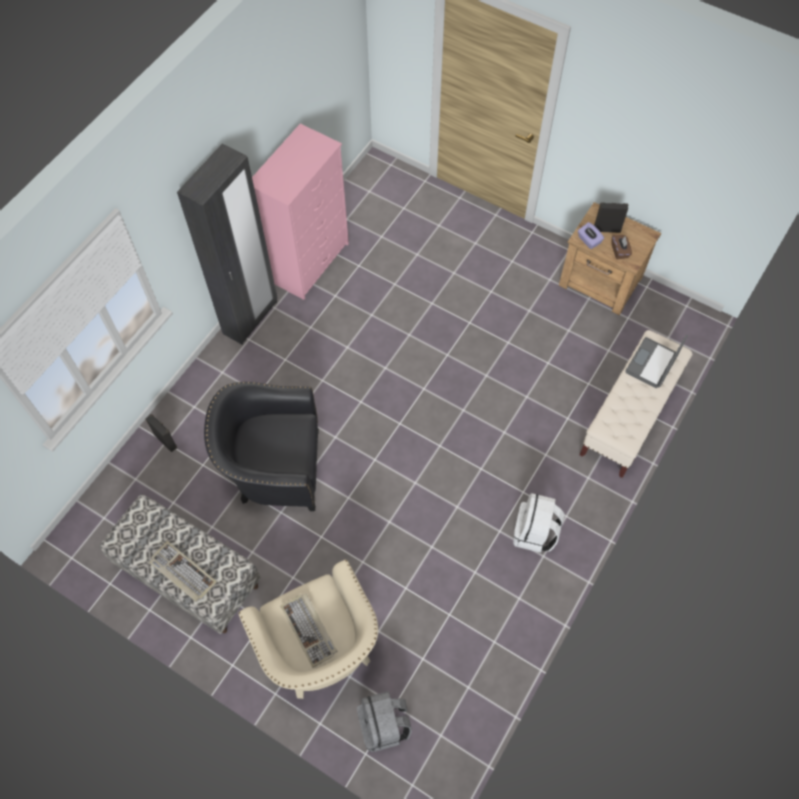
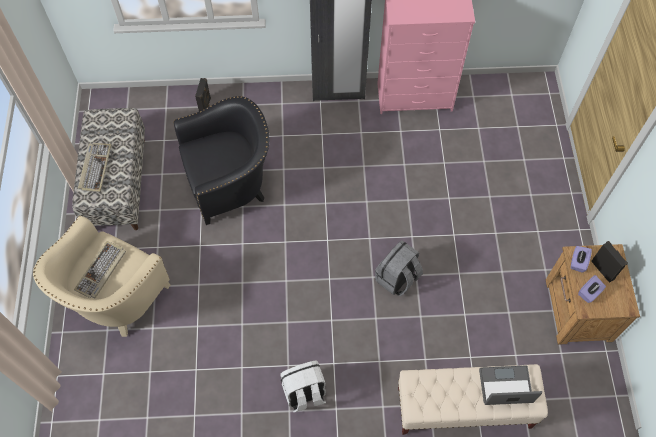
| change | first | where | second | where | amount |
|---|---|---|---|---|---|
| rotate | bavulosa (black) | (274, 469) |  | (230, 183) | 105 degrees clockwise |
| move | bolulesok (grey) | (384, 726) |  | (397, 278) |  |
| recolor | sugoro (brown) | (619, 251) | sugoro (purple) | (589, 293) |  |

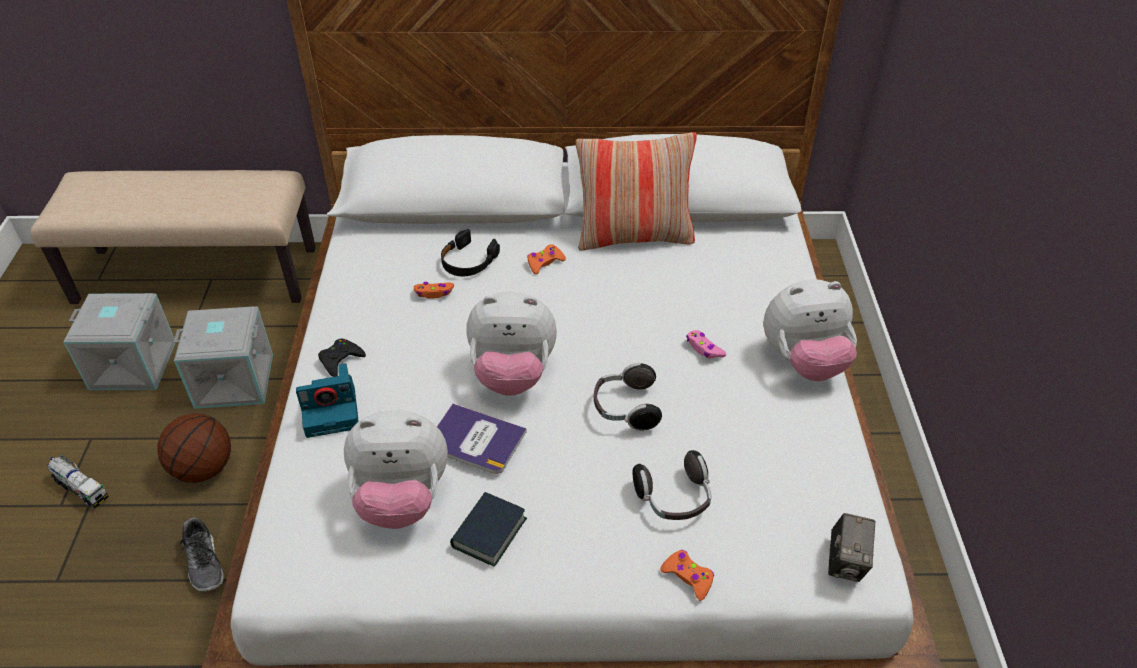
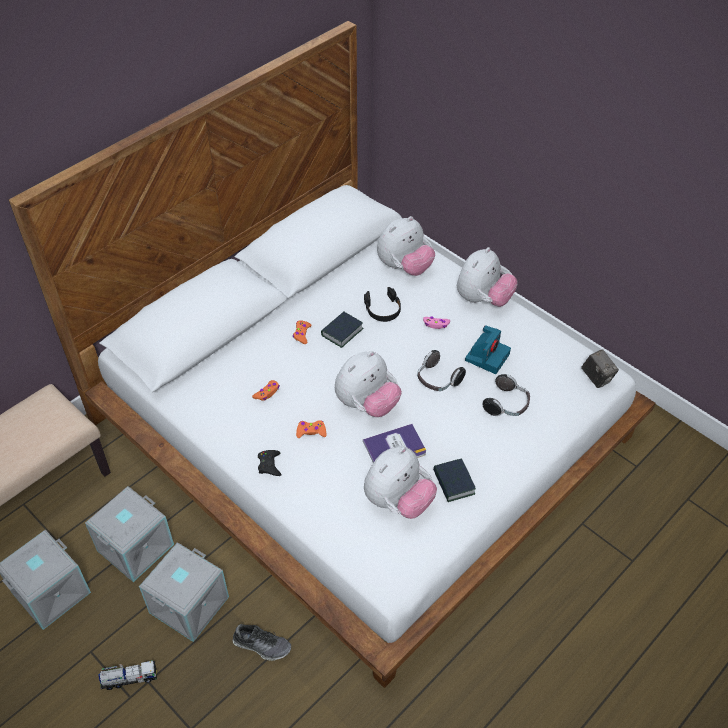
| change | first | where | second | where | amount |
|---|---|---|---|---|---|
| replace | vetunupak | (203, 469) | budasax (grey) | (190, 606) |  |
| move | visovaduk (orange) | (688, 577) |  | (311, 431) |  |
| insert |  |  | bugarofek | (342, 332) |  |
| move | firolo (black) | (468, 261) |  | (383, 309) |  |
| insert |  |  | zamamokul | (404, 267) |  |
| move | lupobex | (332, 411) |  | (487, 356) |  |
| delete | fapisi | (634, 236) |  |  |  |

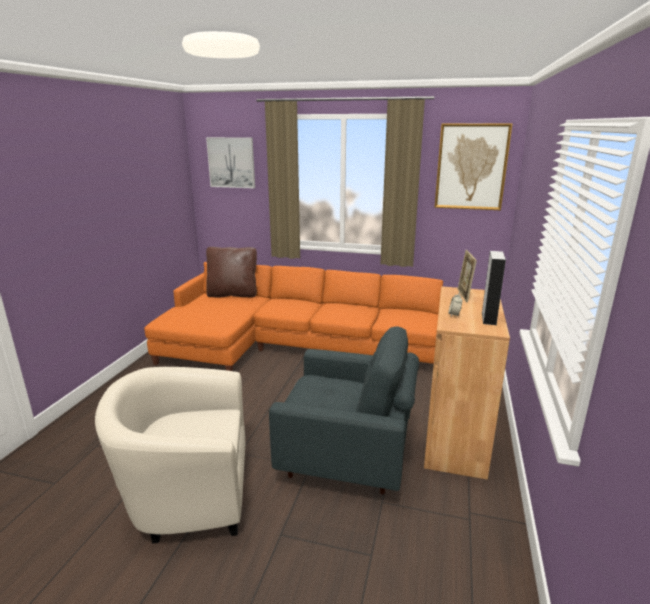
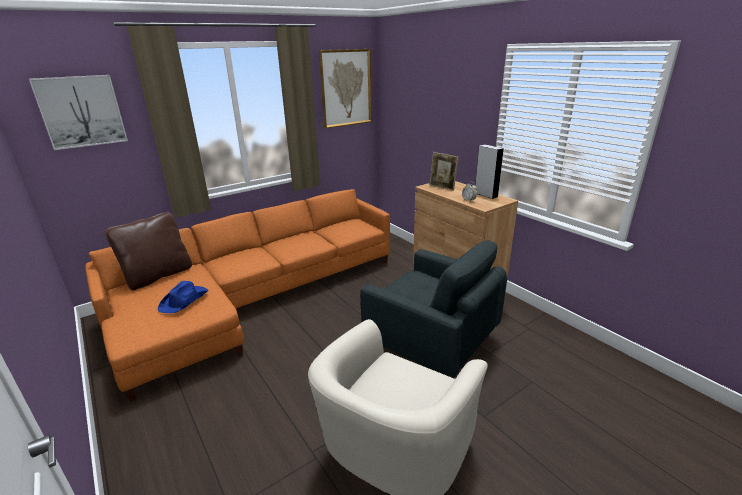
| change | first | where | second | where | amount |
|---|---|---|---|---|---|
| insert |  |  | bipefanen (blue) | (185, 300) |  |
| rotate | bavulosa (grey) | (347, 457) |  | (432, 345) | 75 degrees clockwise |

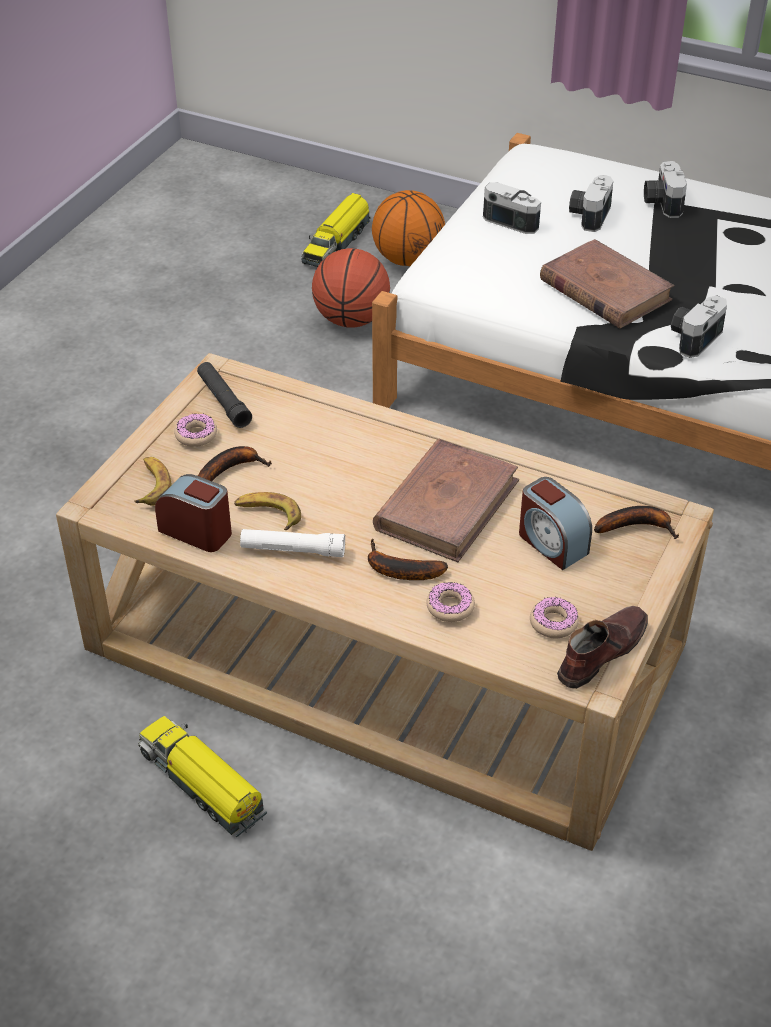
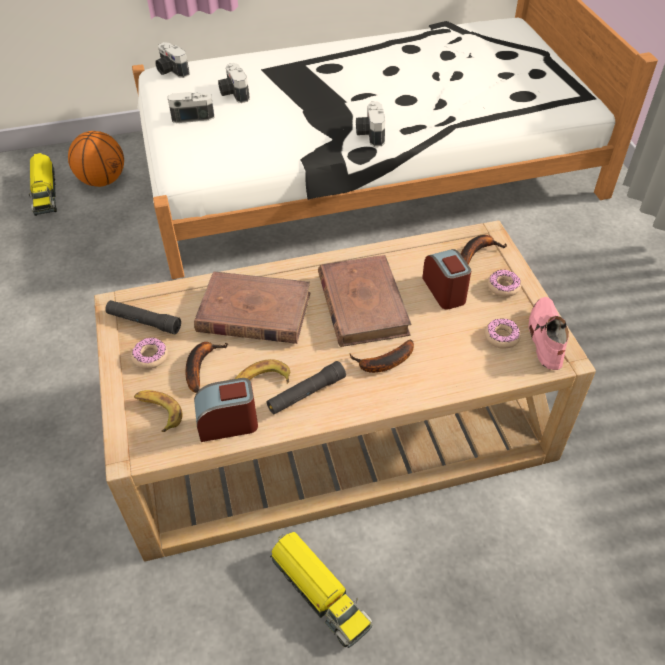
| change | first | where | second | where | amount |
|---|---|---|---|---|---|
| move | lupobex | (661, 202) |  | (171, 71) |  |
| move | bugarofek (brown) | (604, 290) |  | (253, 312) |  |
| recolor | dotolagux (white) | (292, 550) | dotolagux (black) | (306, 393) |  |
| rotate | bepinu | (203, 784) |  | (319, 592) | 135 degrees counterclockwise |
| rotate | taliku | (551, 543) |  | (445, 290) | 120 degrees counterclockwise |
| move | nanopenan | (450, 607) |  | (503, 287) |  |
| recolor | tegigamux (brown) | (600, 652) | tegigamux (pink) | (545, 337) |  |
| delete | vetunupak | (351, 320) |  |  |  |

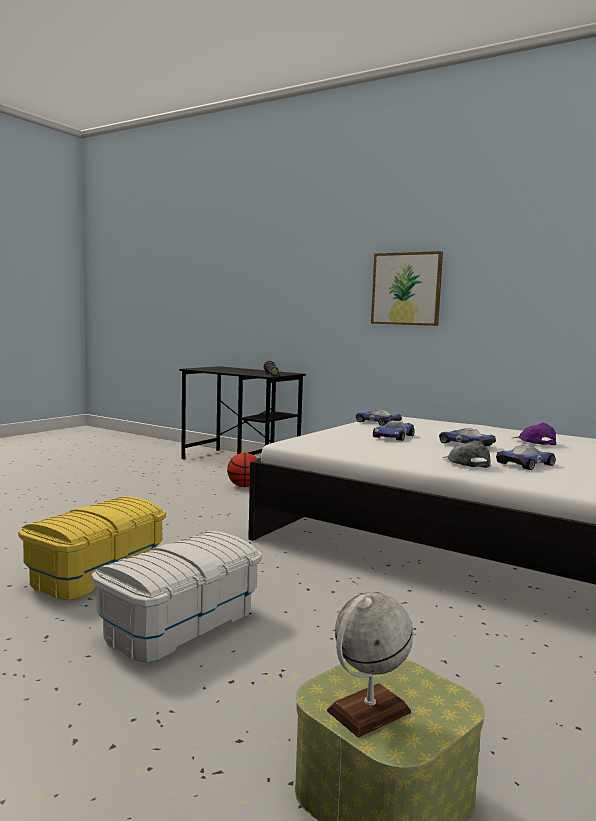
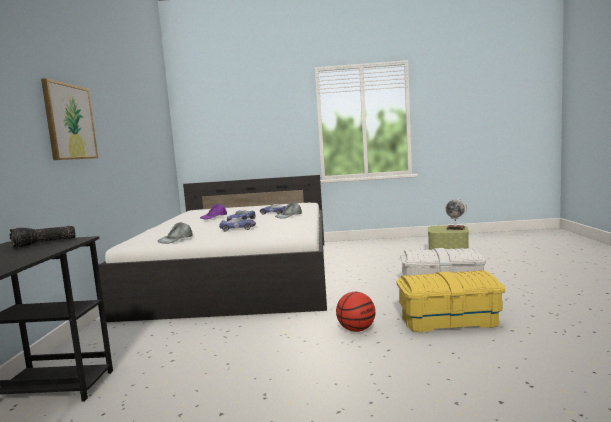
| change | first | where | second | where | amount |
|---|---|---|---|---|---|
| replace | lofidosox | (377, 422) | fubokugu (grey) | (176, 239) |  |
| move | vetunupak | (244, 486) |  | (356, 329) |  |

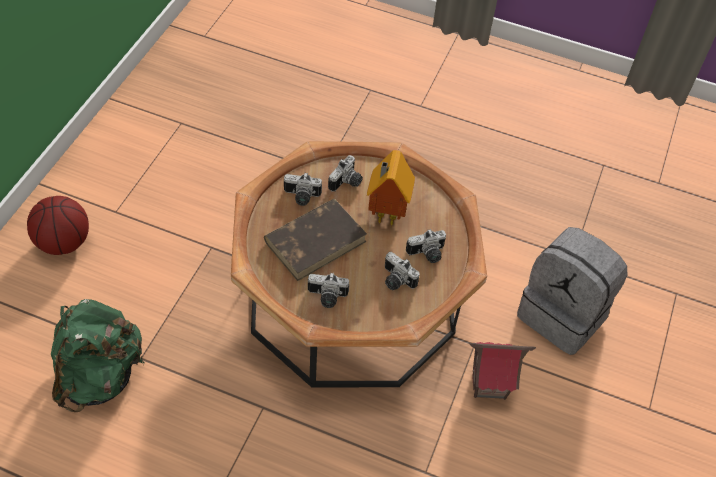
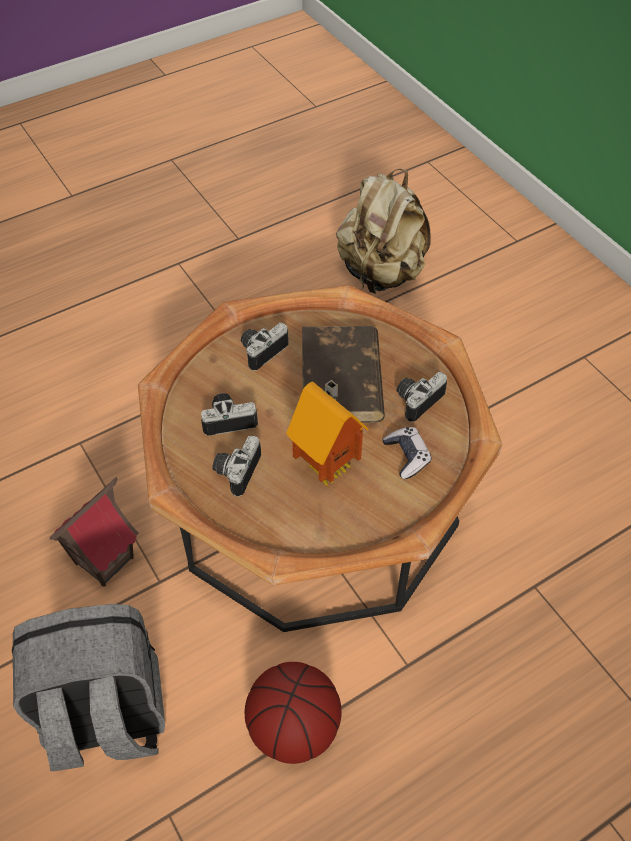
| change | first | where | second | where | amount |
|---|---|---|---|---|---|
| move | vetunupak | (63, 242) |  | (294, 727) |  |
| recolor | bolulesok (green) | (100, 376) | bolulesok (beige) | (381, 273) |  |
| replace | lupobex | (347, 183) | visovaduk | (407, 456) |  |

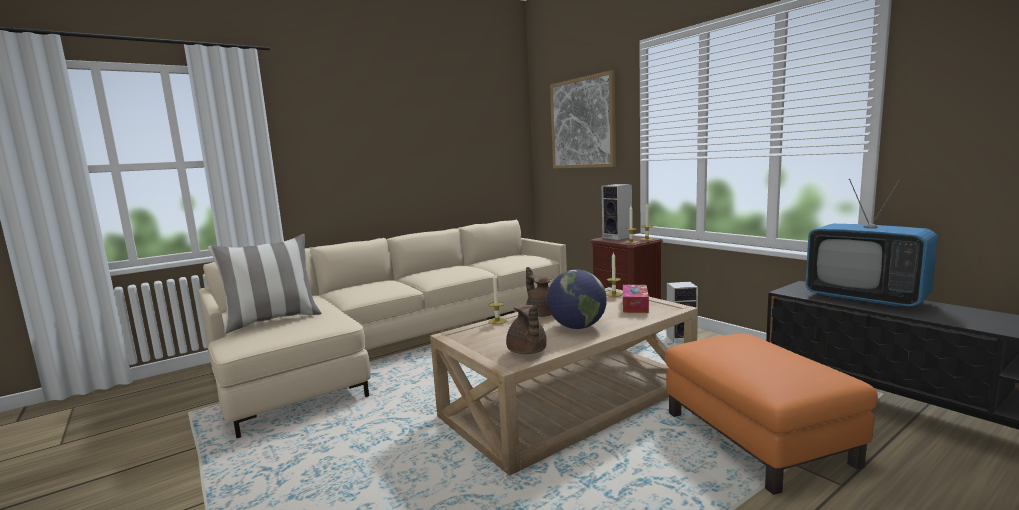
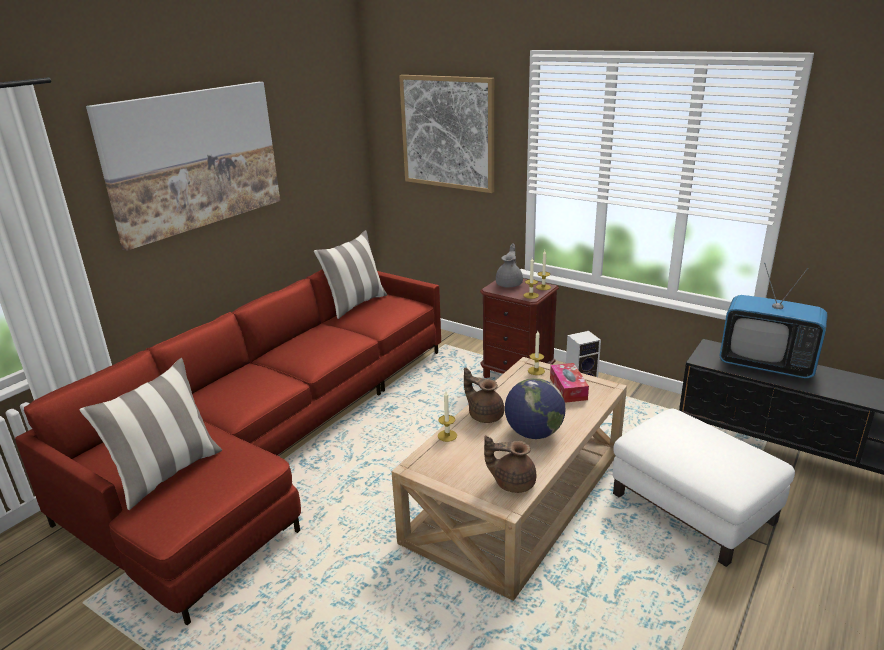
| change | first | where | second | where | amount |
|---|---|---|---|---|---|
| recolor | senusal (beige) | (398, 343) | senusal (red) | (274, 441) |  |
| insert |  |  | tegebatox | (194, 160) |  |
| insert |  |  | fapisi | (355, 304) |  |
| rotate | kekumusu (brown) | (527, 351) |  | (512, 482) | 135 degrees clockwise |
| replace | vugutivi | (618, 237) | kekumusu (grey) | (509, 284) |  |
| recolor | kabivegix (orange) | (757, 438) | kabivegix (white) | (693, 508) |  |

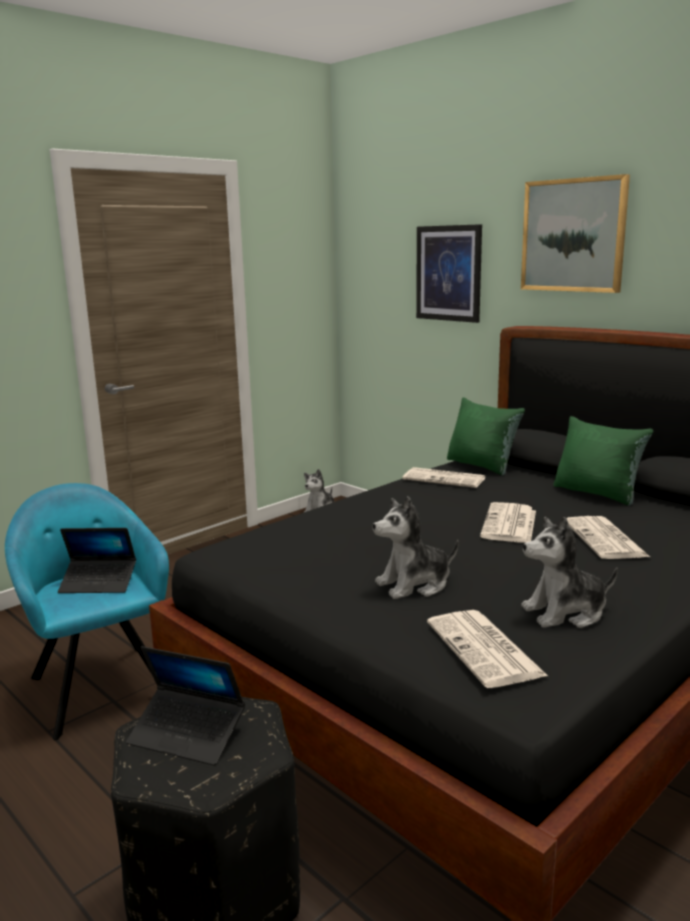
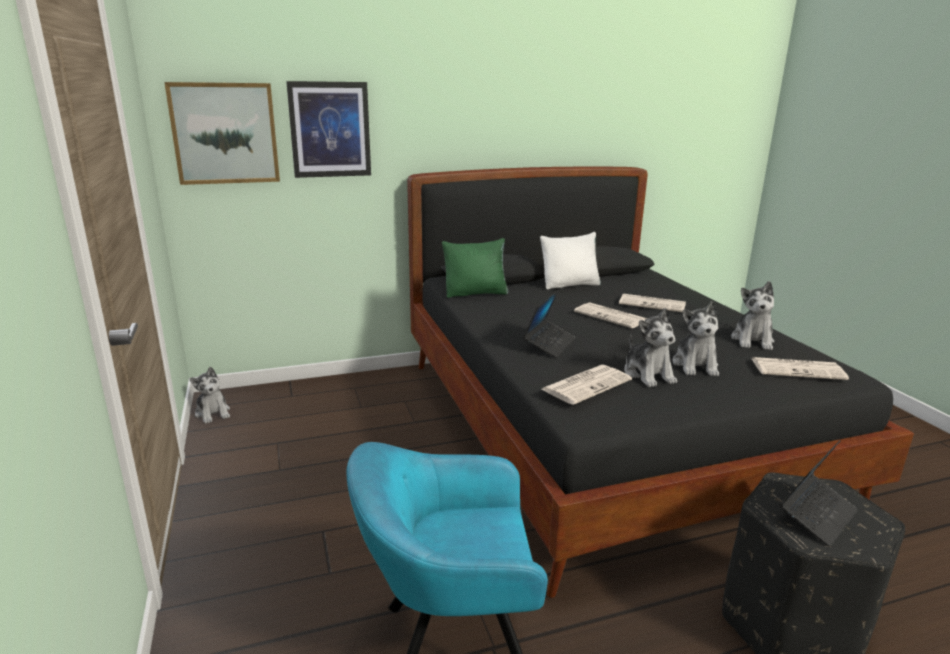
| change | first | where | second | where | amount |
|---|---|---|---|---|---|
| move | tegebatox | (573, 235) |  | (225, 133) |  |
| move | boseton | (99, 583) |  | (549, 344) |  |
| recolor | fapisi (green) | (597, 493) | fapisi (white) | (570, 285) |  |
| move | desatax | (445, 479) |  | (587, 384) |  |
| insert |  |  | zamamokul | (648, 374) |  |

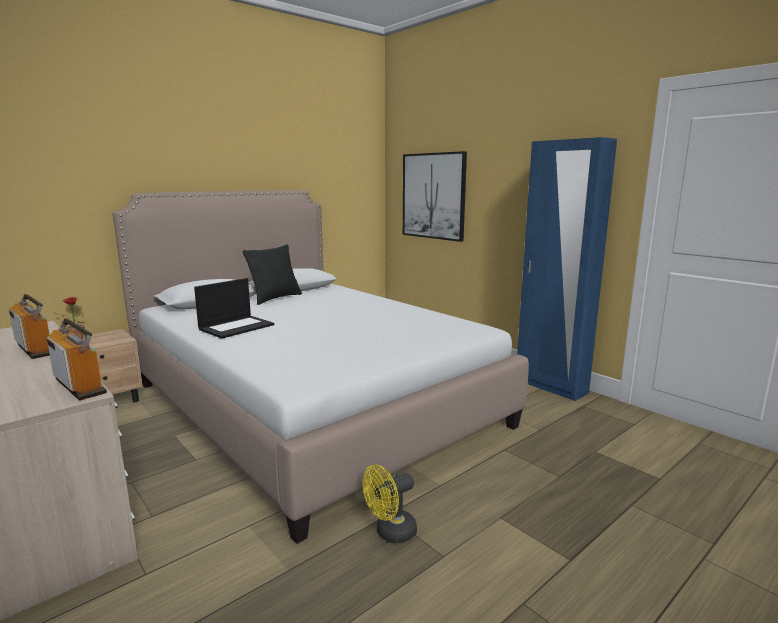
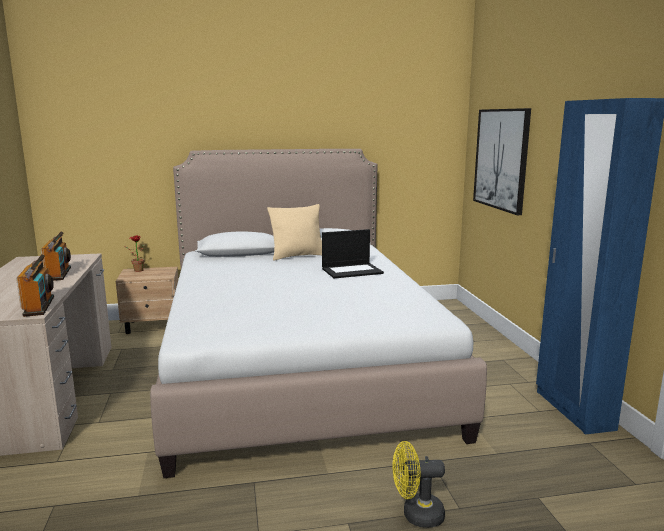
| change | first | where | second | where | amount |
|---|---|---|---|---|---|
| recolor | fapisi (black) | (275, 298) | fapisi (beige) | (297, 256) |  |
| move | boseton | (237, 327) |  | (352, 271) |  |
| move | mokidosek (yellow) | (390, 533) |  | (416, 515) |  |

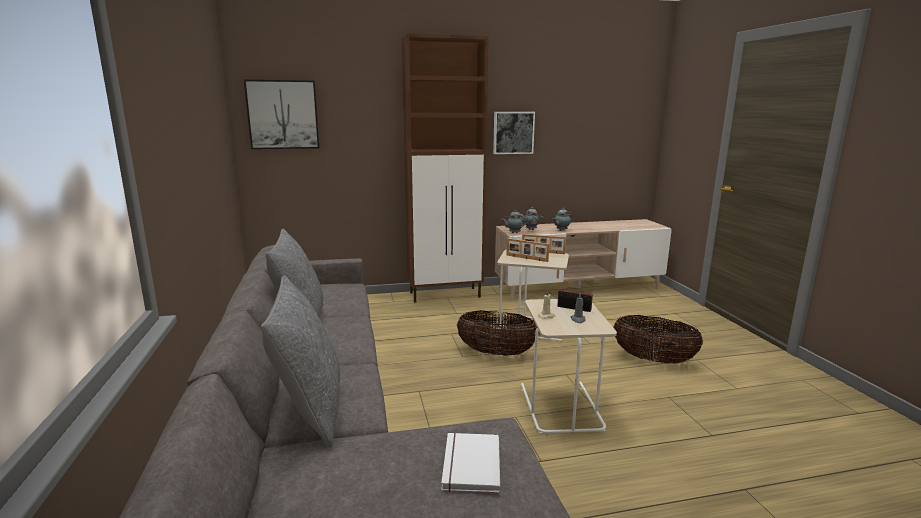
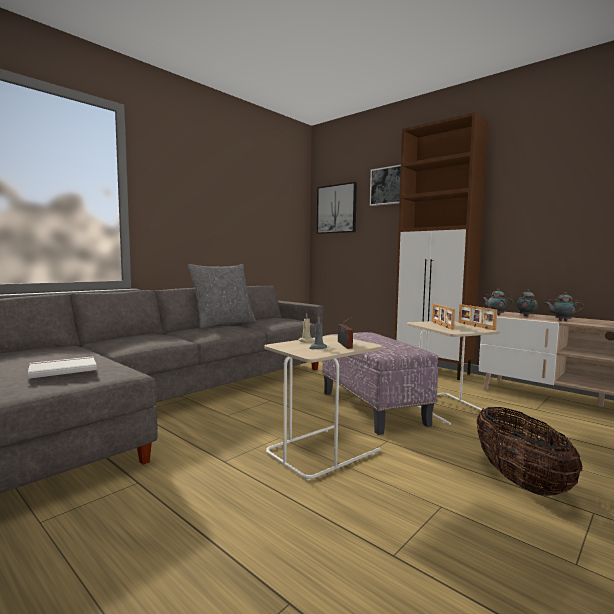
| change | first | where | second | where | amount |
|---|---|---|---|---|---|
| replace | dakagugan | (496, 353) | kabivegix | (371, 407) |  |
| move | tegebatox | (513, 132) |  | (387, 186) |  |
| delete | fapisi (grey) | (310, 410) |  |  |  |

